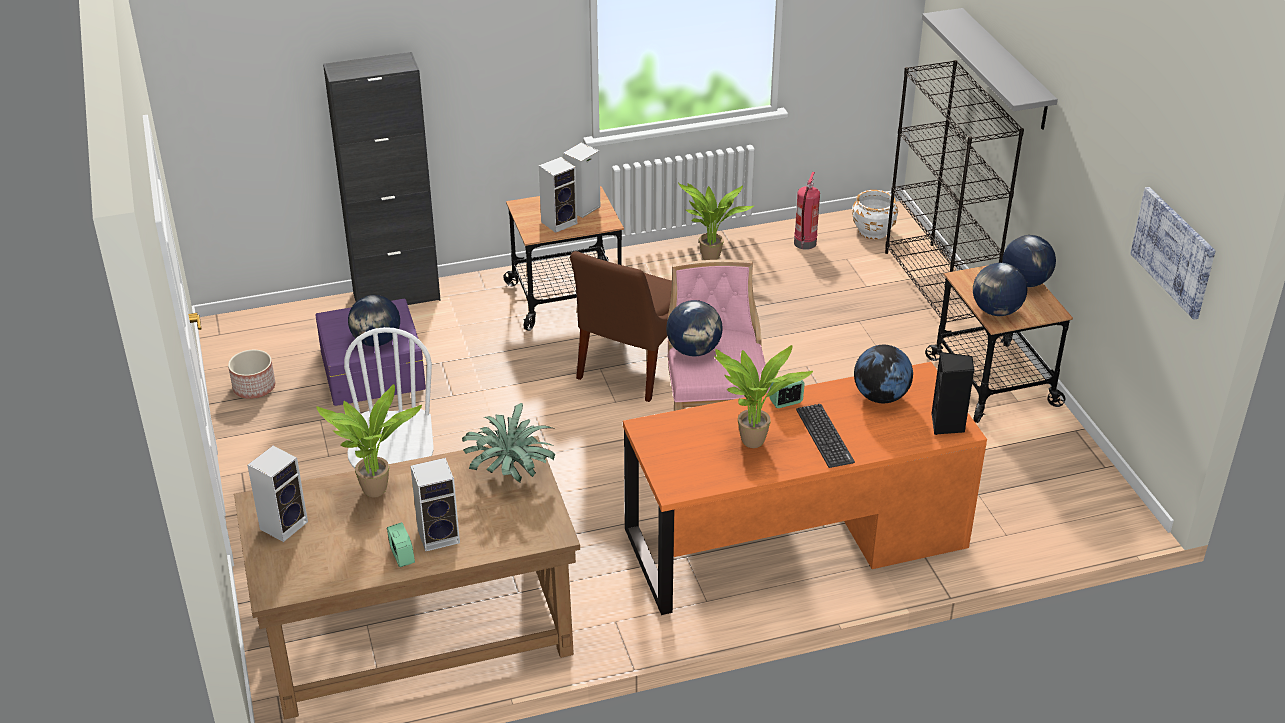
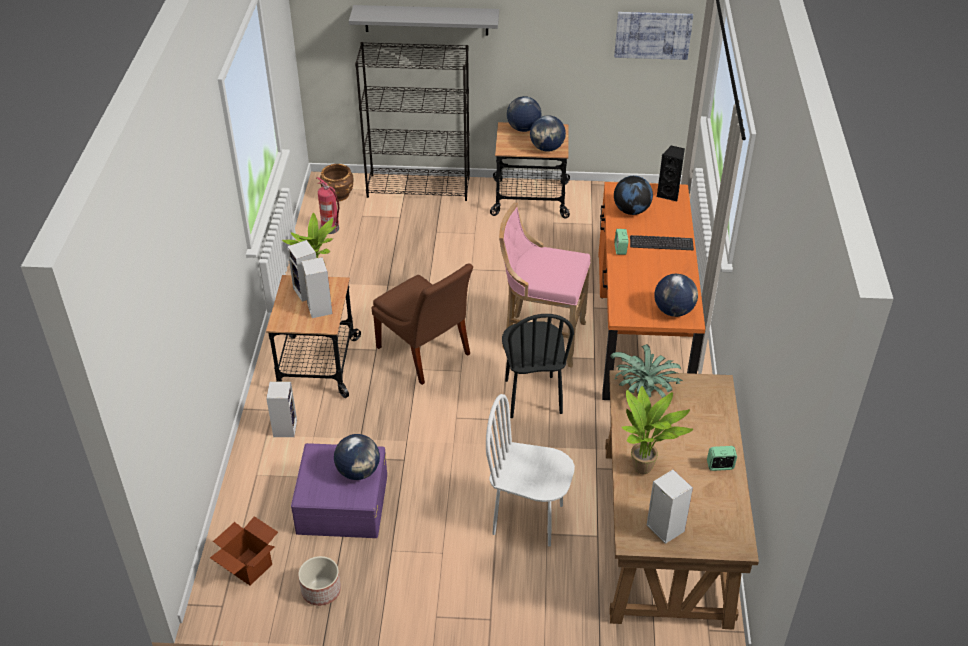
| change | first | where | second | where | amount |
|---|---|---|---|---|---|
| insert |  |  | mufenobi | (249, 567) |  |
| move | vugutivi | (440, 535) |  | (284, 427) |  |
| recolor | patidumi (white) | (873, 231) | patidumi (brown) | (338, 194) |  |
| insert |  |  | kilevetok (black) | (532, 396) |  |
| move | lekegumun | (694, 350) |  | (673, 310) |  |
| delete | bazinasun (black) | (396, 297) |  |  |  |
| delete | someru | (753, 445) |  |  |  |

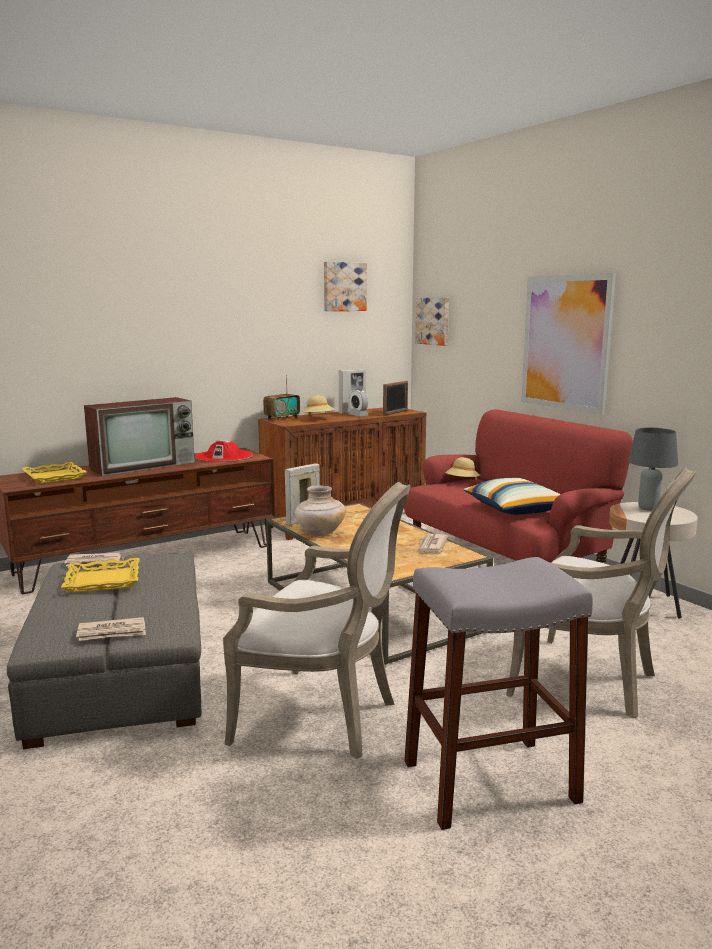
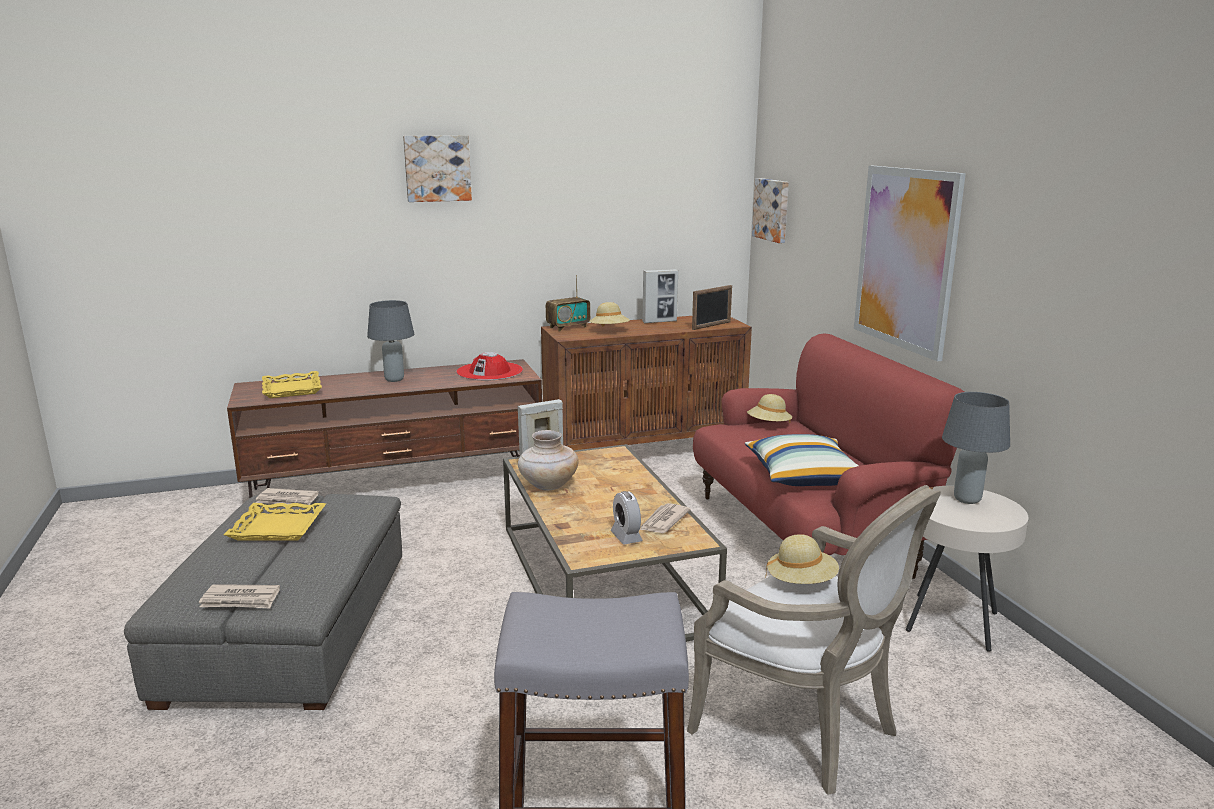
| change | first | where | second | where | amount |
|---|---|---|---|---|---|
| replace | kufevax | (144, 465) | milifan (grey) | (395, 379) |  |
| move | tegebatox | (344, 286) |  | (437, 168) |  |
| move | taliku | (358, 415) |  | (626, 537) |  |
| insert |  |  | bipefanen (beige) | (801, 582) |  |
| delete | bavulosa | (324, 718) |  |  |  |

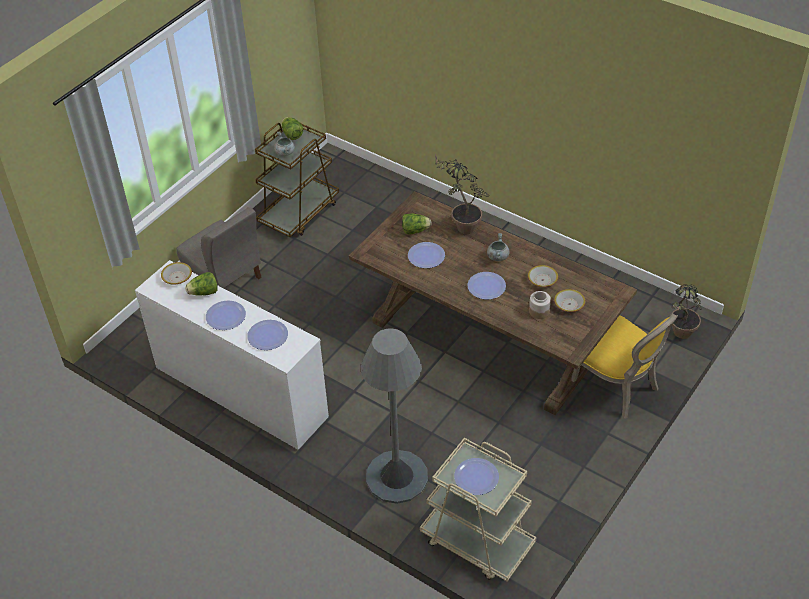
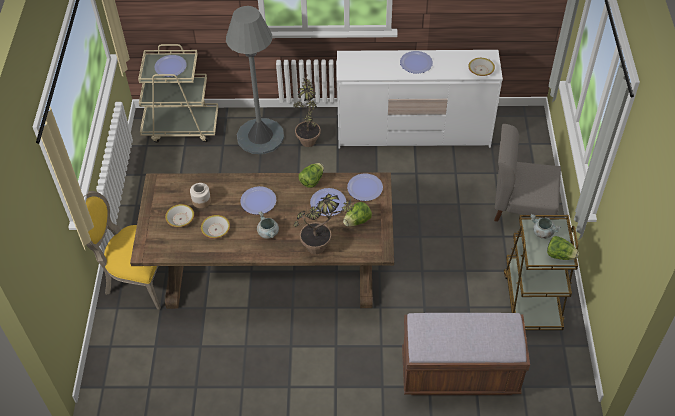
| change | first | where | second | where | amount |
|---|---|---|---|---|---|
| move | someru | (679, 336) |  | (308, 137) |  |
| move | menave | (204, 293) |  | (312, 180) |  |
| move | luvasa | (267, 336) |  | (365, 188) |  |
| insert |  |  | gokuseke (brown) | (459, 373) |  |

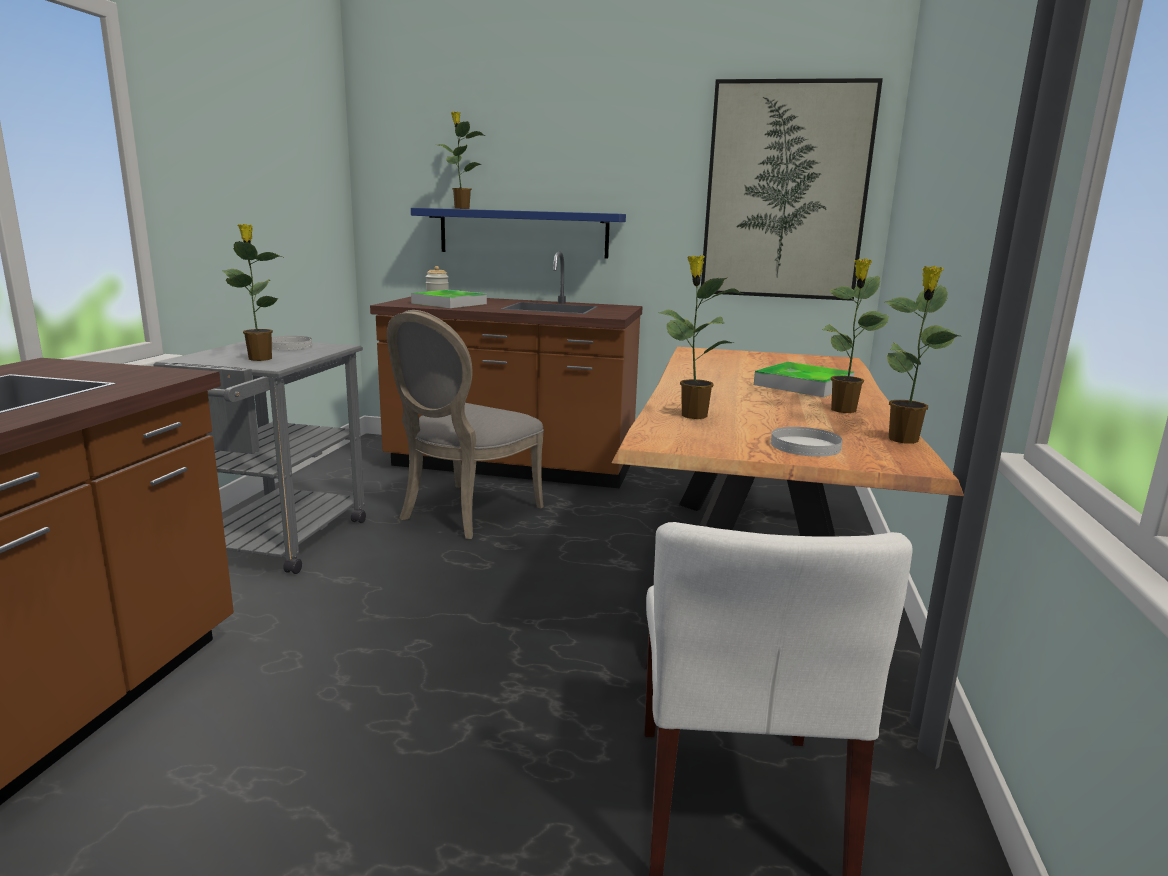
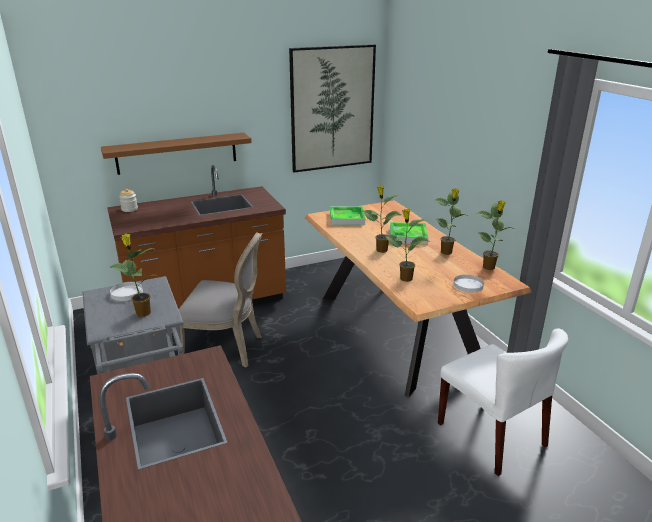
| change | first | where | second | where | amount |
|---|---|---|---|---|---|
| recolor | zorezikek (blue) | (523, 233) | zorezikek (brown) | (177, 153) |  |
| rotate | kilevetok (grey) | (464, 513) |  | (226, 348) | 75 degrees counterclockwise |
| move | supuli | (449, 303) |  | (347, 218) |  |
| move | someru | (461, 208) |  | (381, 250) |  |

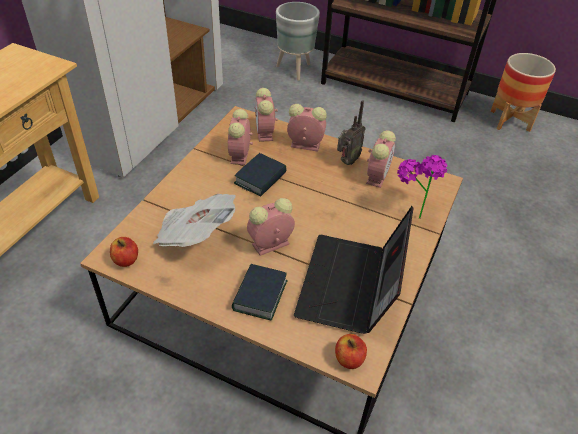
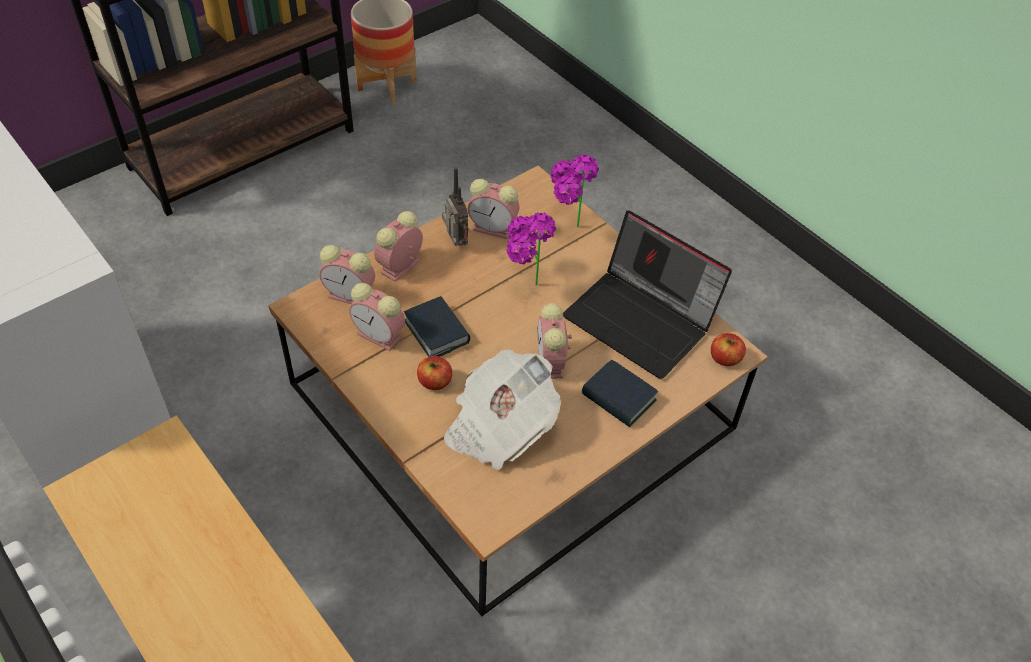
| change | first | where | second | where | amount |
|---|---|---|---|---|---|
| move | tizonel | (126, 260) |  | (435, 382) |  |
| rotate | taliku | (377, 175) |  | (494, 228) | 150 degrees clockwise |
| insert |  |  | someru | (524, 285) |  |
| delete | patidumi (grey) | (294, 70) |  |  |  |

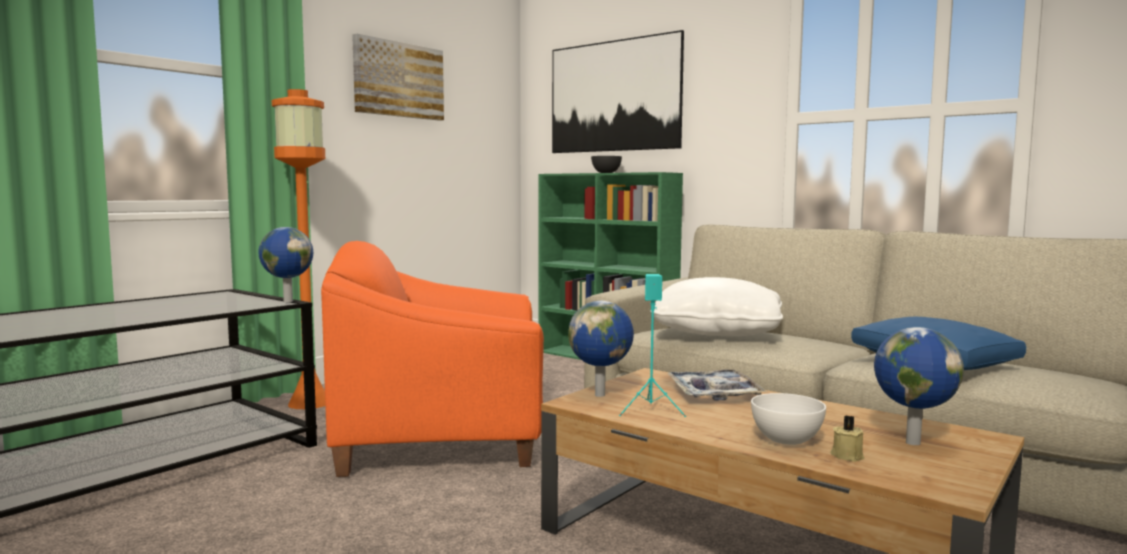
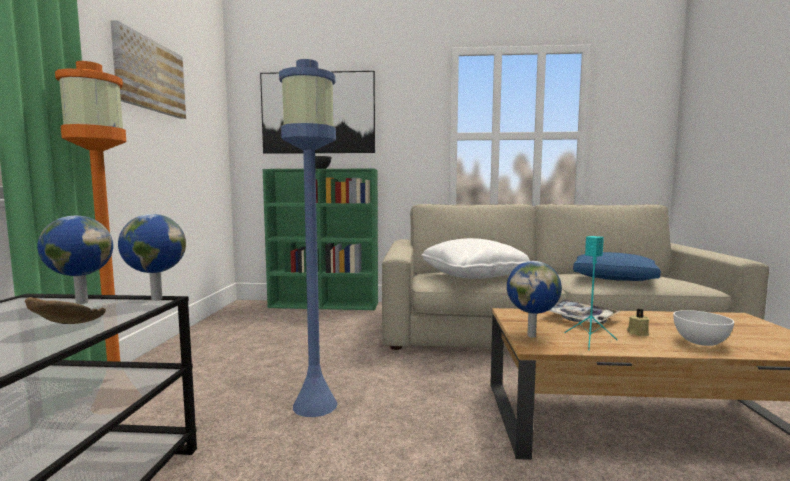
| change | first | where | second | where | amount |
|---|---|---|---|---|---|
| insert |  |  | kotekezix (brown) | (72, 325) |  |
| move | lekegumun | (911, 442) |  | (81, 302) |  |
| replace | bavulosa (orange) | (441, 442) | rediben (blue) | (314, 405) |  |
| move | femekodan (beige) | (847, 455) |  | (637, 333) |  |

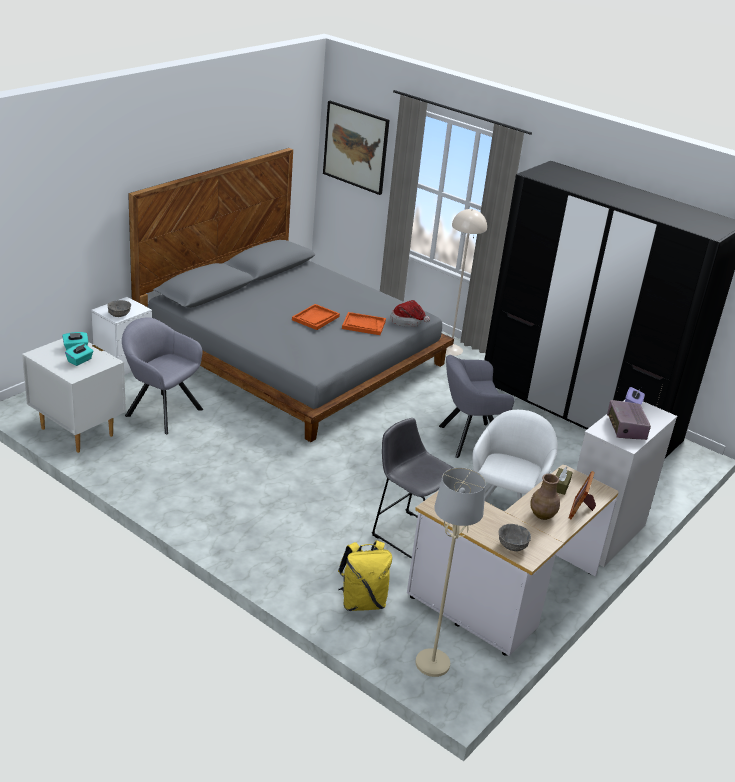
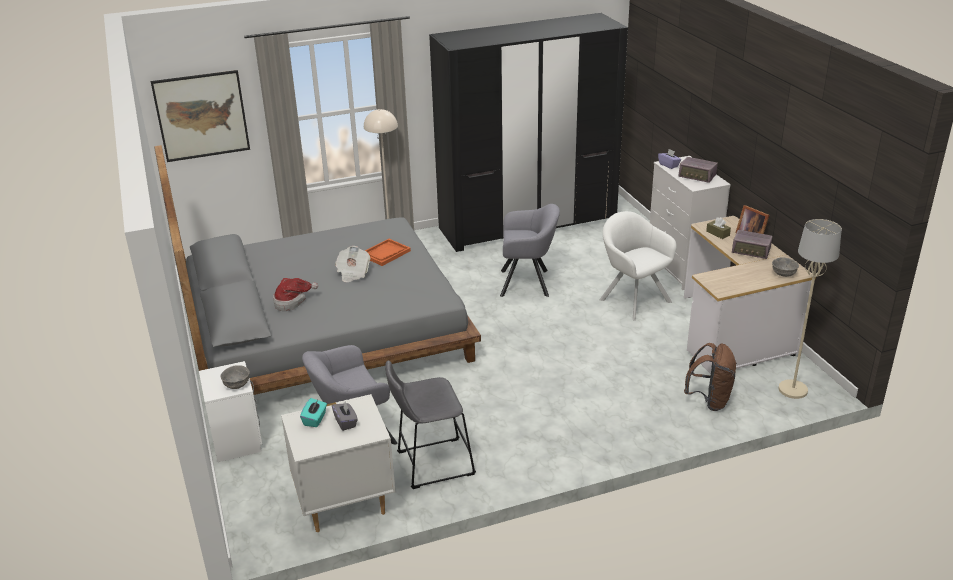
| change | first | where | second | where | amount |
|---|---|---|---|---|---|
| move | bipefanen | (408, 322) |  | (292, 301) |  |
| recolor | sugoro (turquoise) | (80, 361) | sugoro (grey) | (345, 422) |  |
| replace | supuli (orange) | (315, 318) | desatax | (353, 273) |  |
| move | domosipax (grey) | (410, 535) |  | (431, 464) |  |
| rotate | bavulosa (grey) | (467, 439) |  | (528, 283) | 105 degrees counterclockwise |
| recolor | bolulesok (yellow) | (362, 602) | bolulesok (brown) | (709, 400) |  |
| replace | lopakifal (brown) | (542, 515) | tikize | (751, 251) |  |

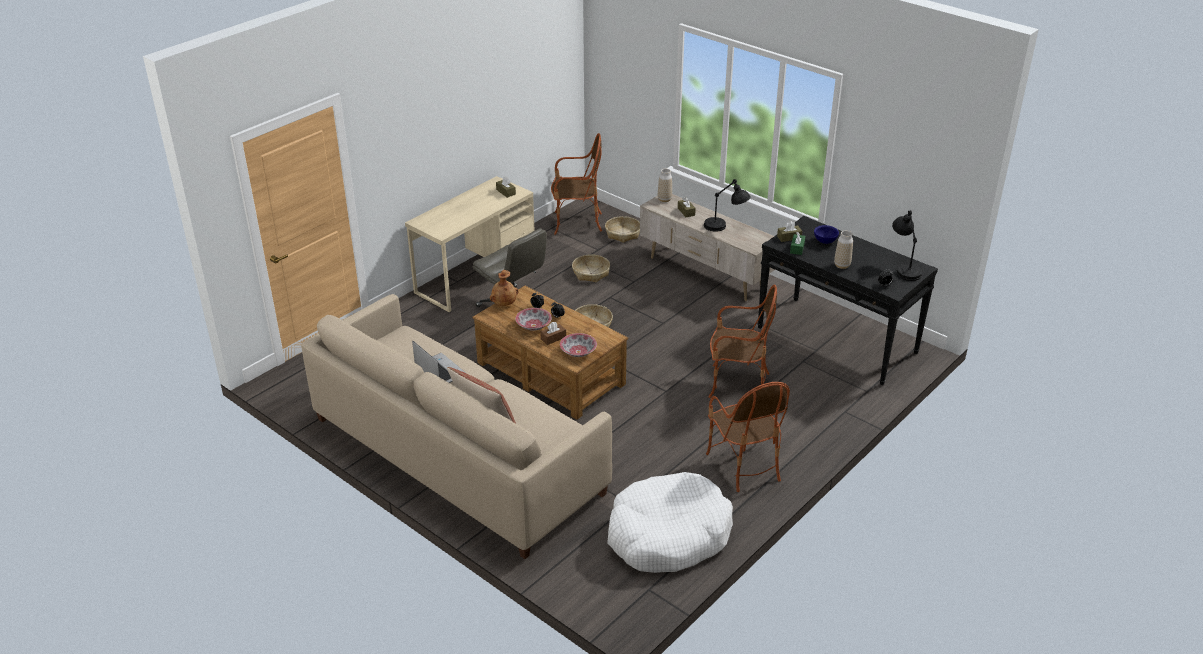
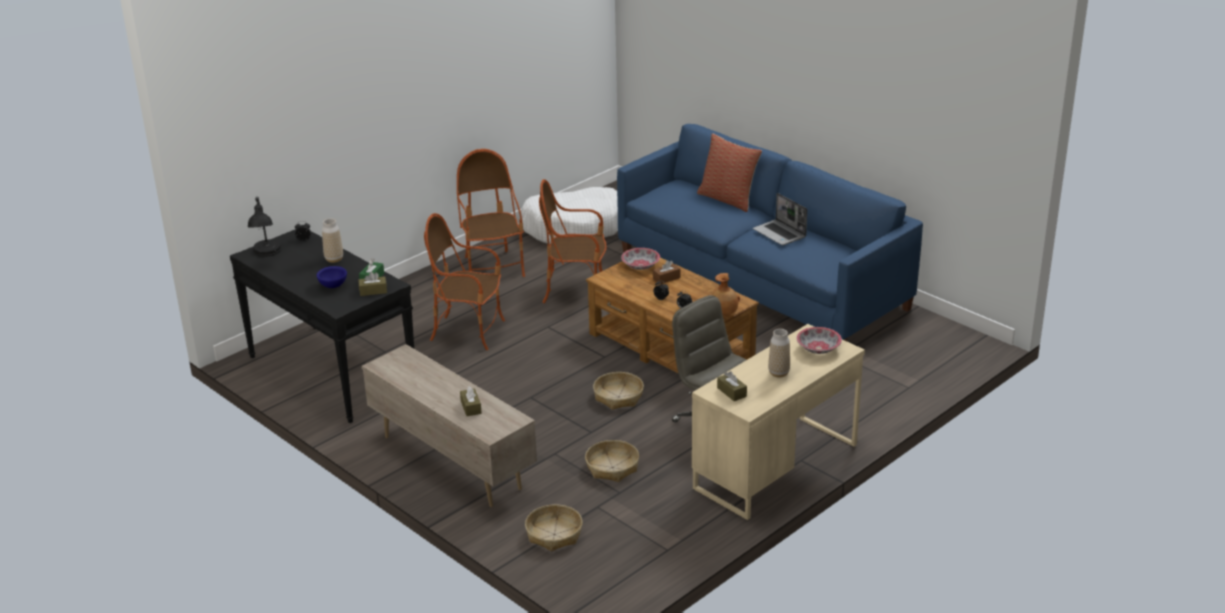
| change | first | where | second | where | amount |
|---|---|---|---|---|---|
| move | bavulosa | (576, 223) |  | (576, 292) |  |
| recolor | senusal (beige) | (457, 455) | senusal (blue) | (761, 279) |  |
| move | lopakifal | (664, 199) |  | (778, 373) |  |
| move | kotekezix | (533, 326) |  | (818, 348) |  |
| delete | milifan (black) | (725, 227) |  |  |  |

